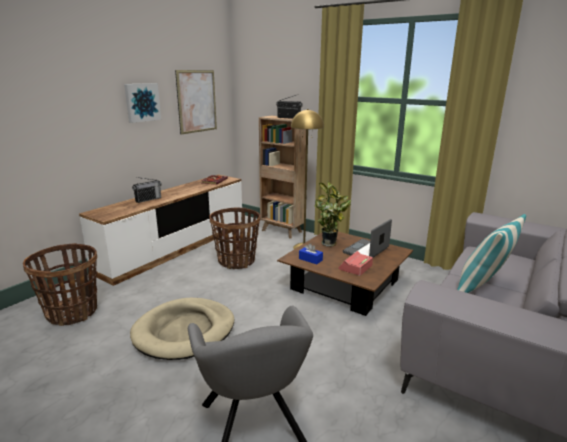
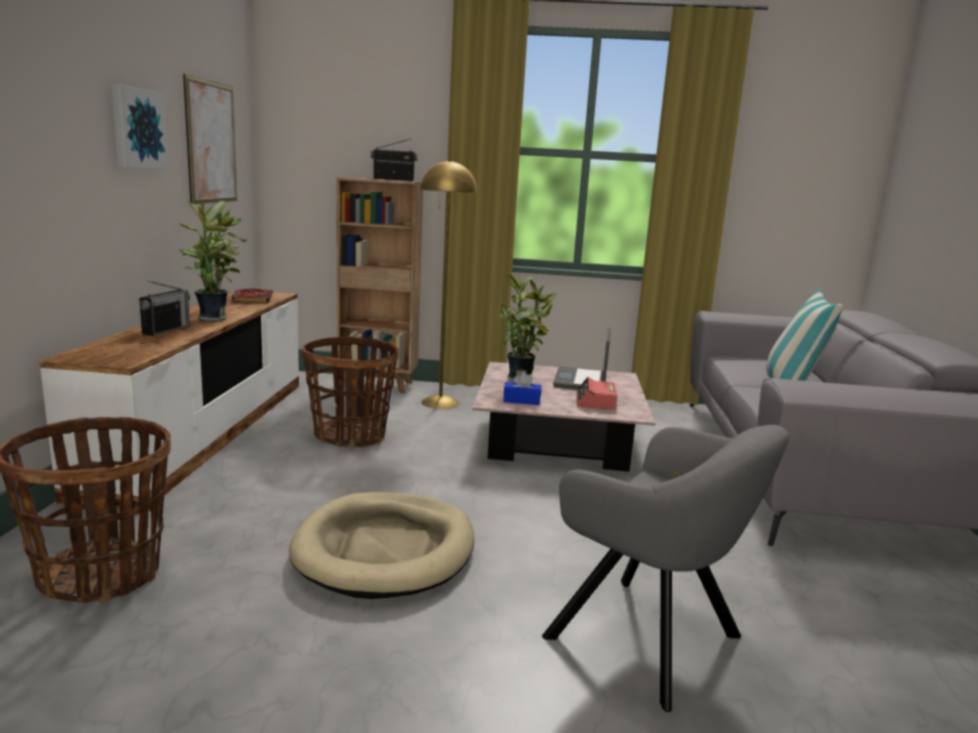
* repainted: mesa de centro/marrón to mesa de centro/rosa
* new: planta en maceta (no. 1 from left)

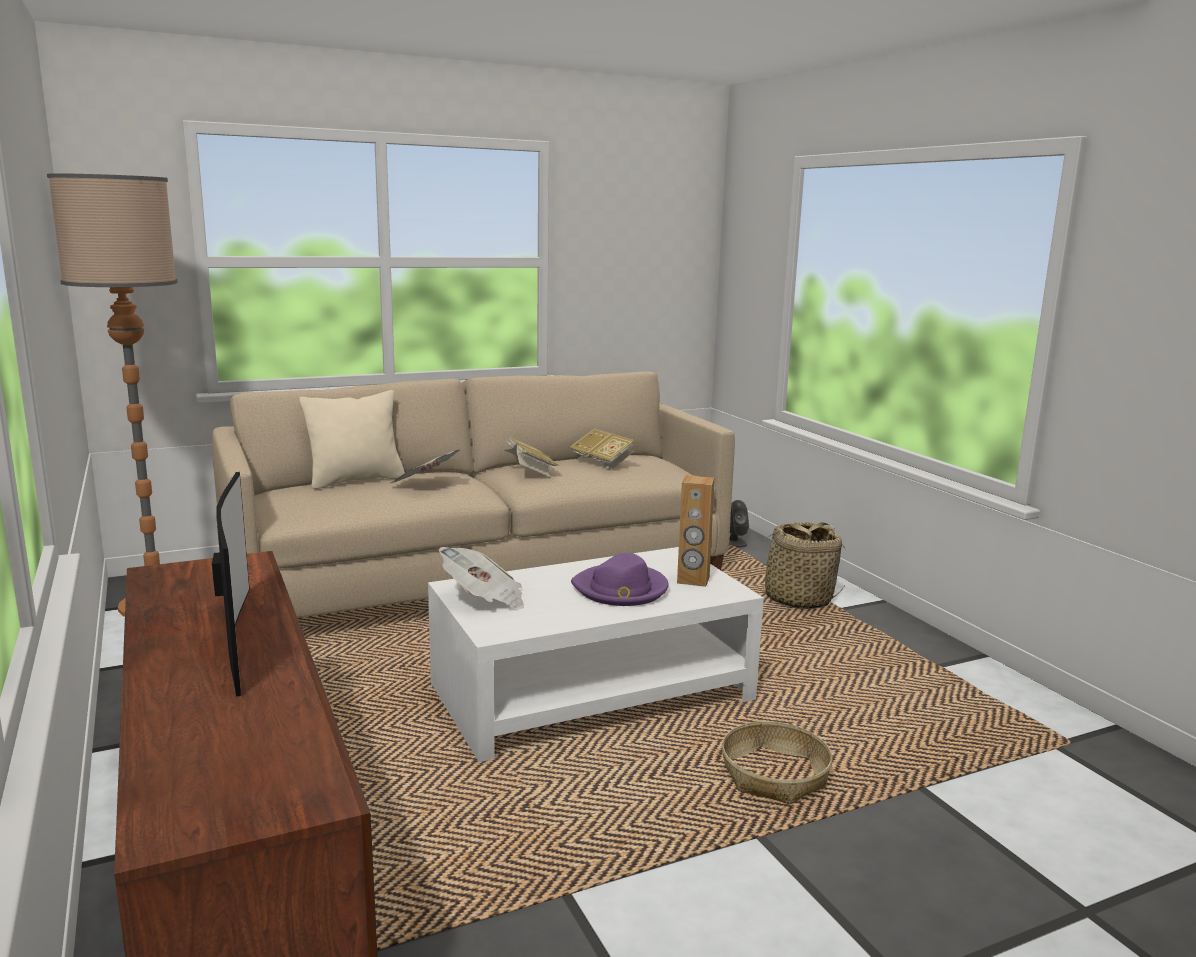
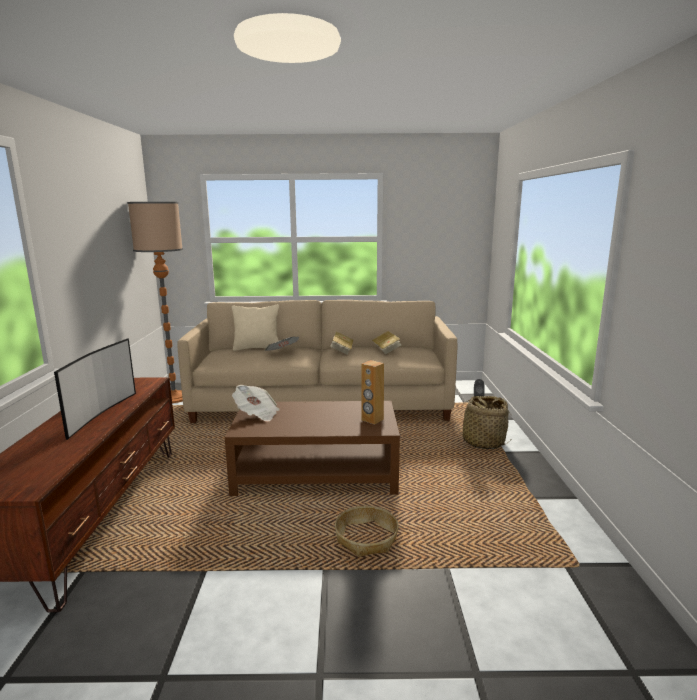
* repainted: mesa de centro/blanco to mesa de centro/marrón
* gone: sombrero/morado

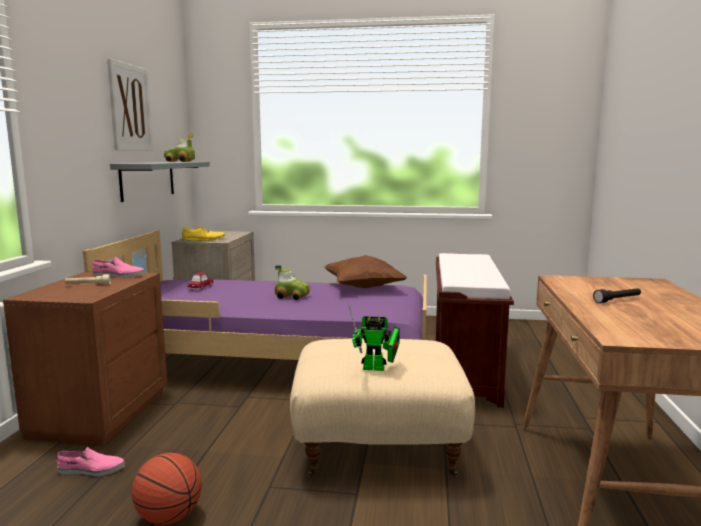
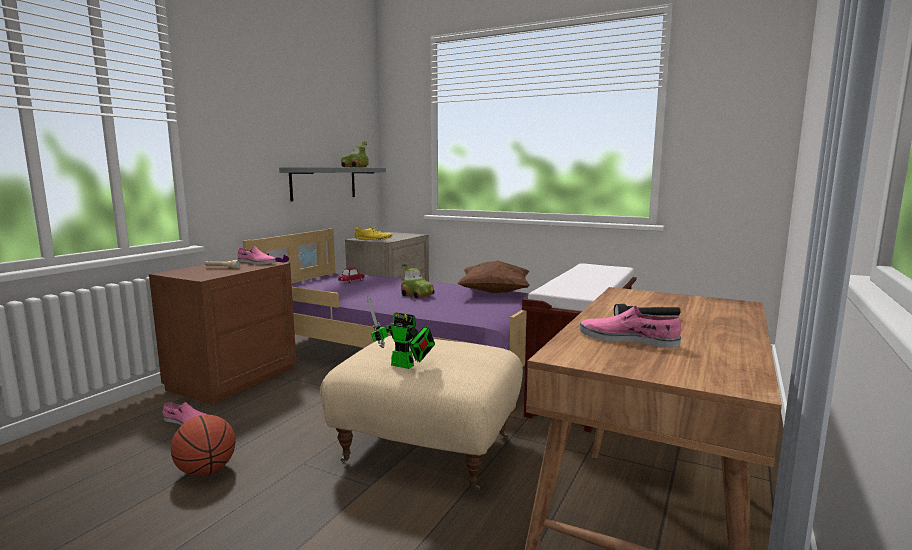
* gone: cuadro
* new: zapato/rosa (no. 3 from left)

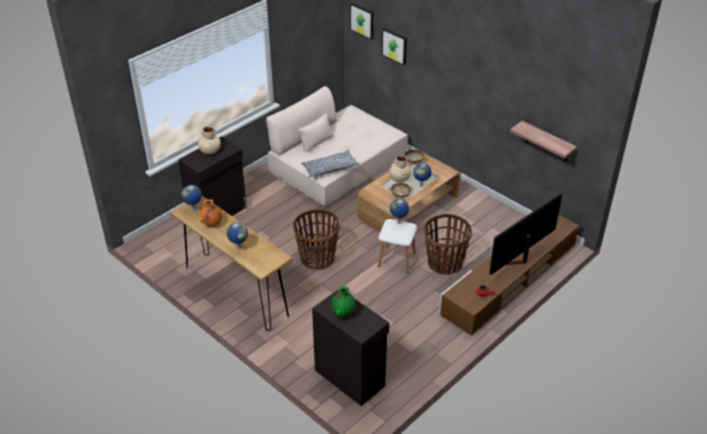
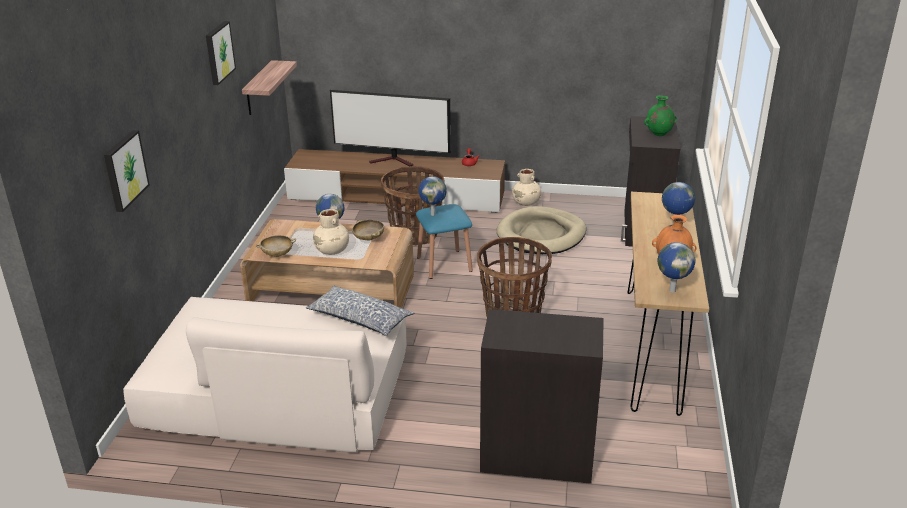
* shifted: florero/beis (no. 1 from left in the first image) to florero/beis (no. 2 from left)
* shifted: cuadro (no. 1 from left in the first image) to cuadro (no. 2 from left)
* repainted: taburete/blanco to taburete/azul
* new: cama para perro/beis

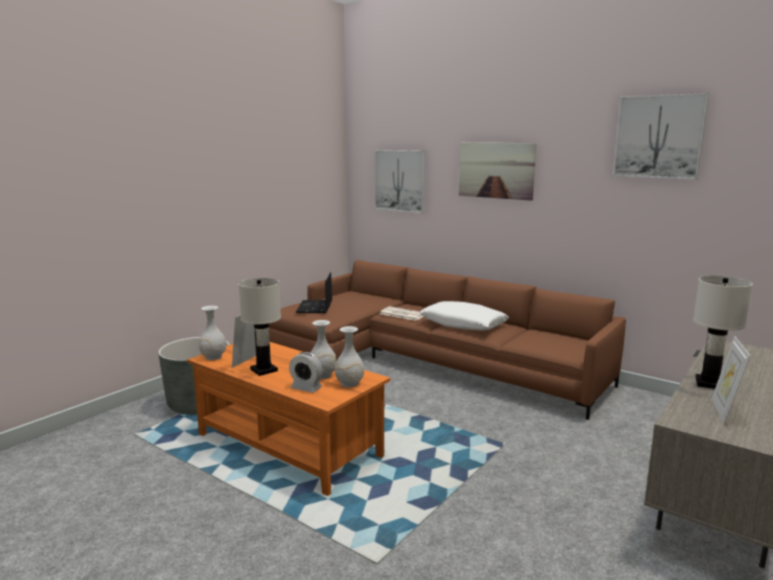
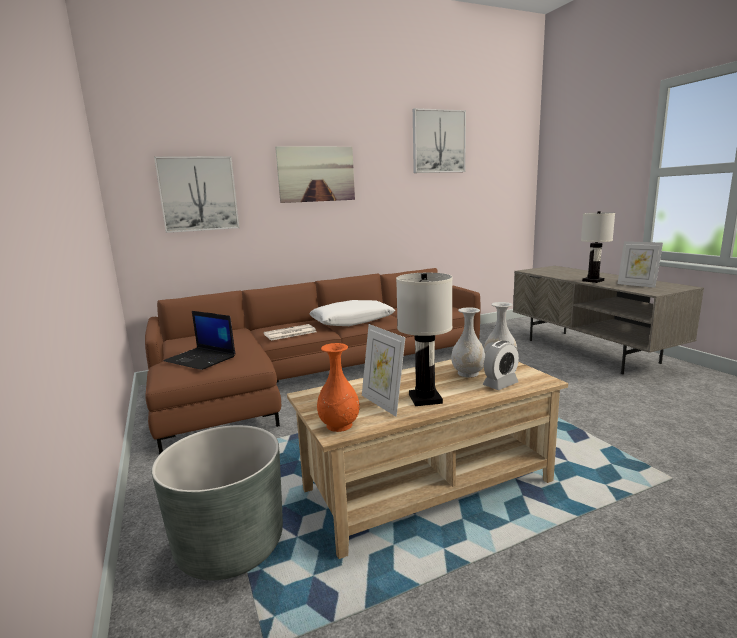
* repainted: mesa de centro/naranja to mesa de centro/beis
* repainted: florero/blanco (no. 1 from left) to florero/naranja

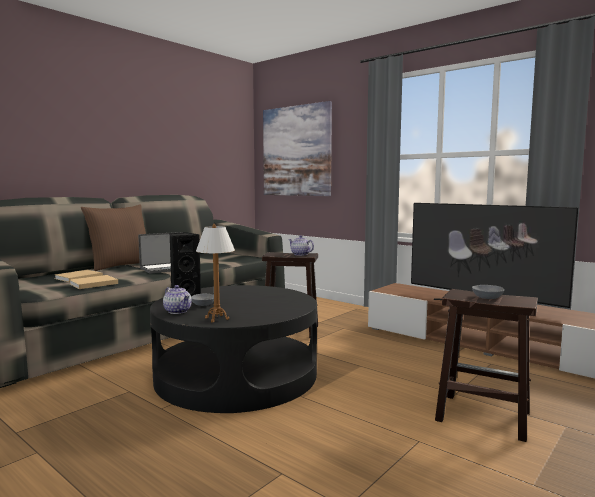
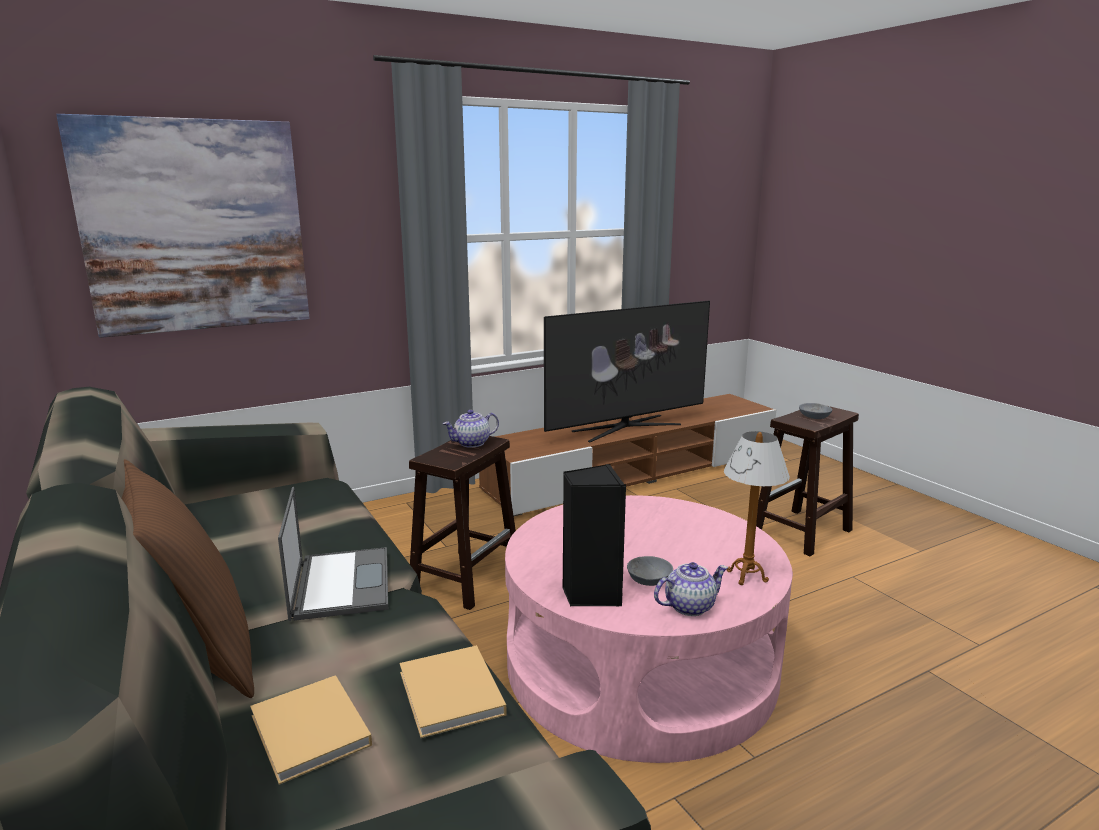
* repainted: mesa de centro/negro to mesa de centro/rosa

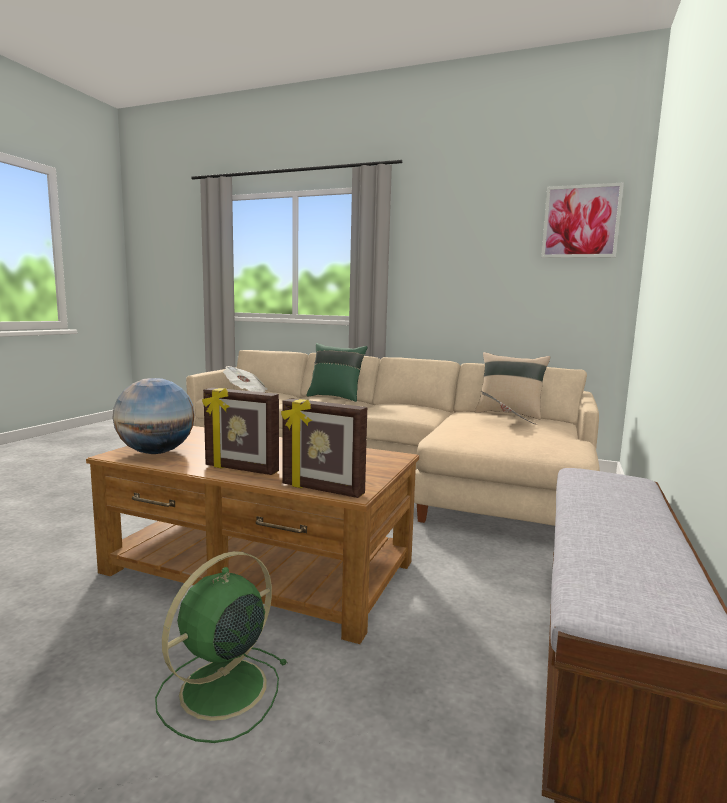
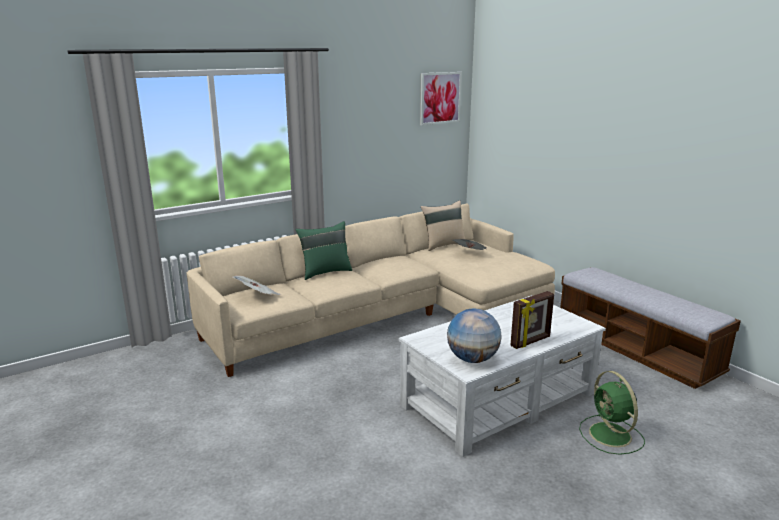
* repainted: mesa de centro/marrón to mesa de centro/blanco
* gone: portarretratos (no. 2 from left)

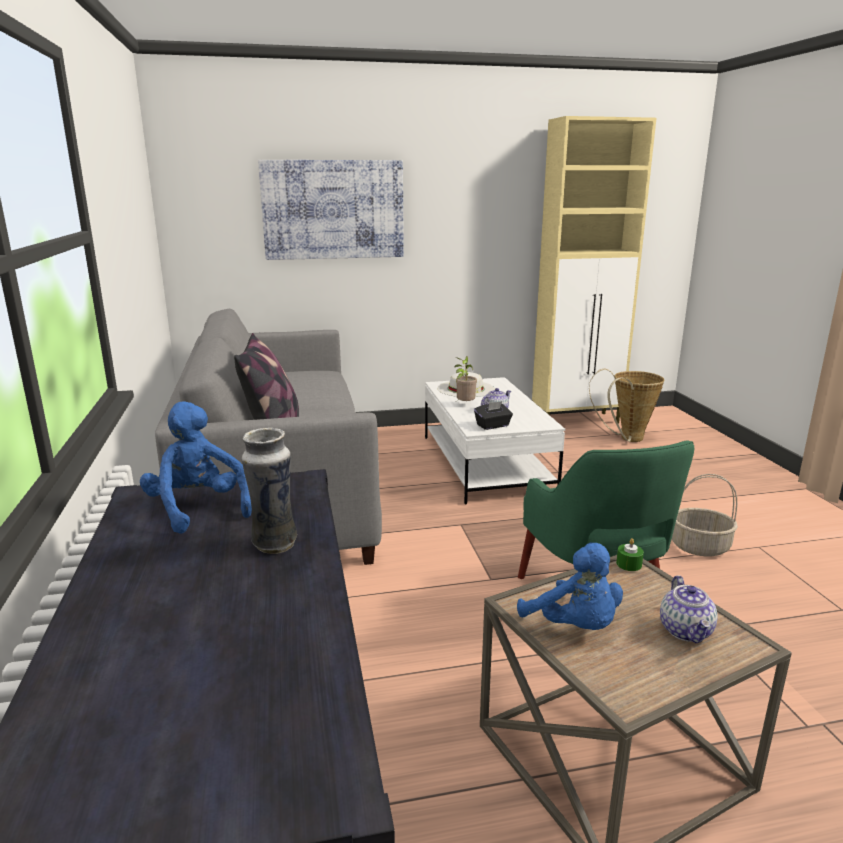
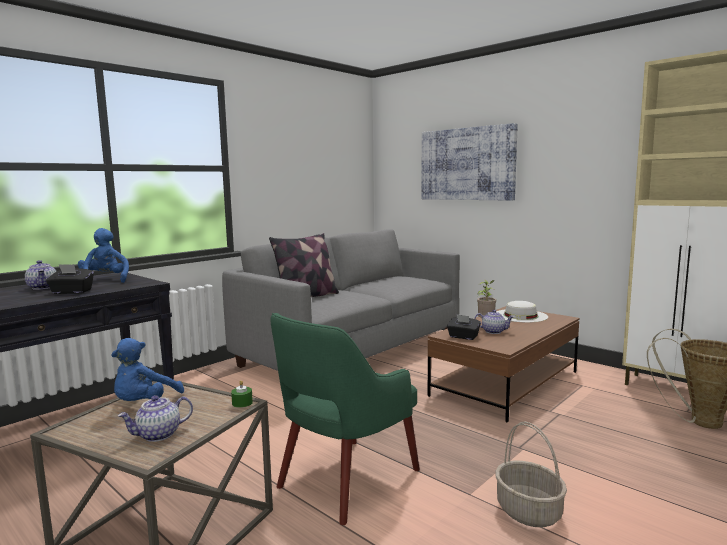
* rotated: peluche/azul (no. 1 from left) 45 degrees counterclockwise
* swapped: florero to caja de pañuelos/negro (no. 1 from left)
* repainted: mesa de centro/blanco to mesa de centro/marrón
* new: tetera (no. 1 from left)

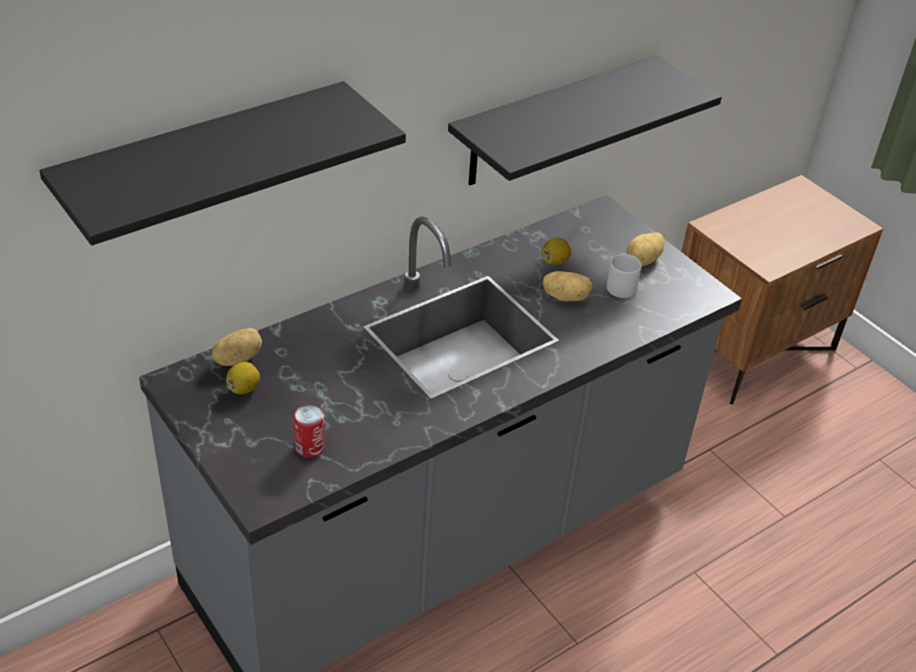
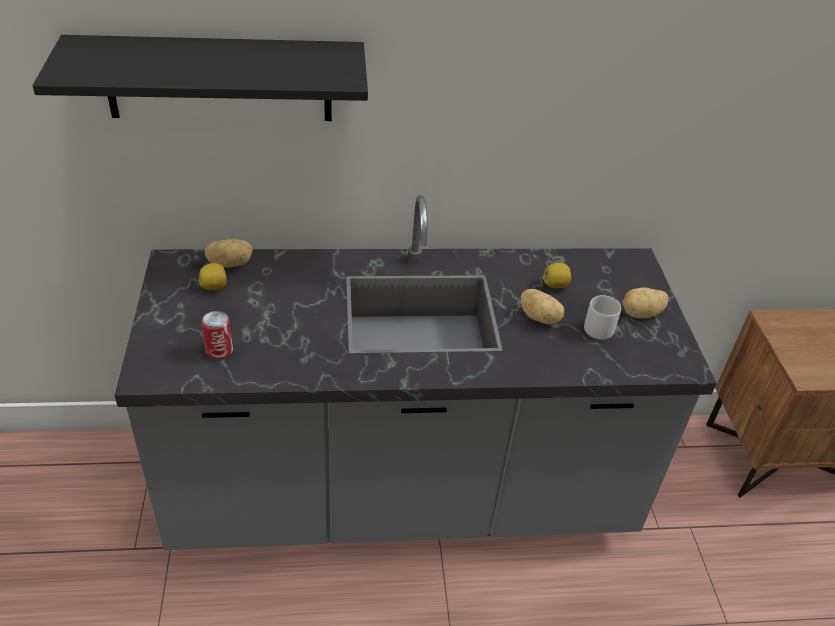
* gone: estante/negro (no. 2 from left)

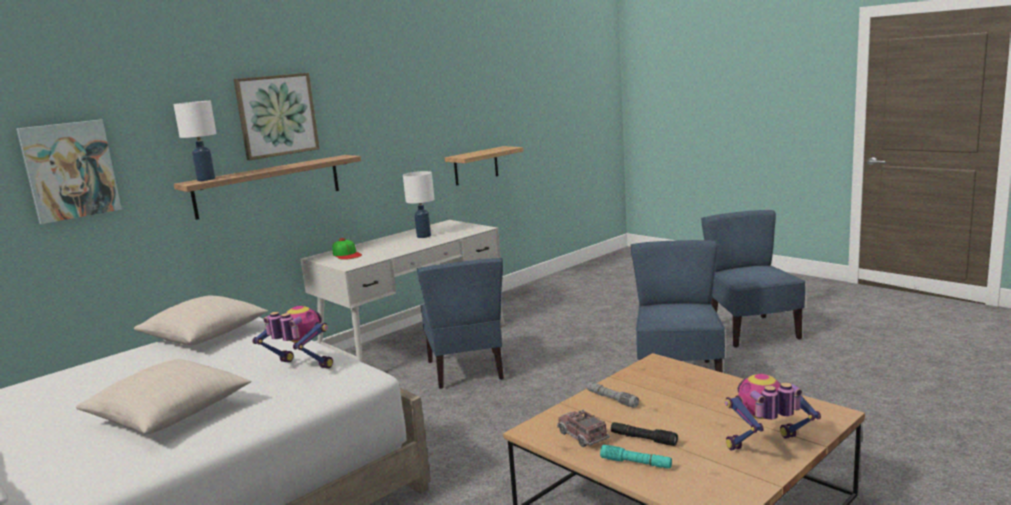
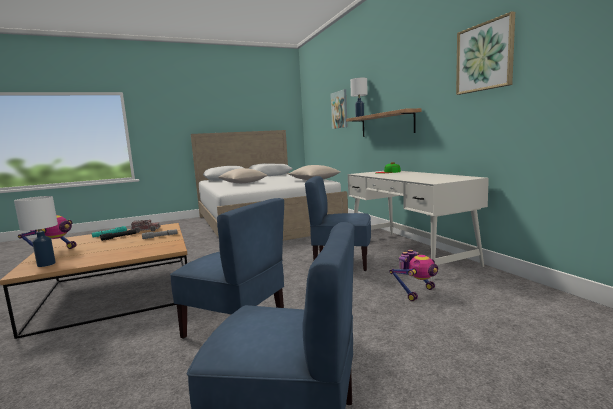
* shifted: cuadro (no. 2 from left)
* shifted: robot de juguete (no. 1 from left in the first image) to robot de juguete (no. 2 from left)
* shifted: lámpara de mesa/blanco (no. 2 from left in the first image) to lámpara de mesa/blanco (no. 1 from left)
* gone: estante (no. 2 from left)

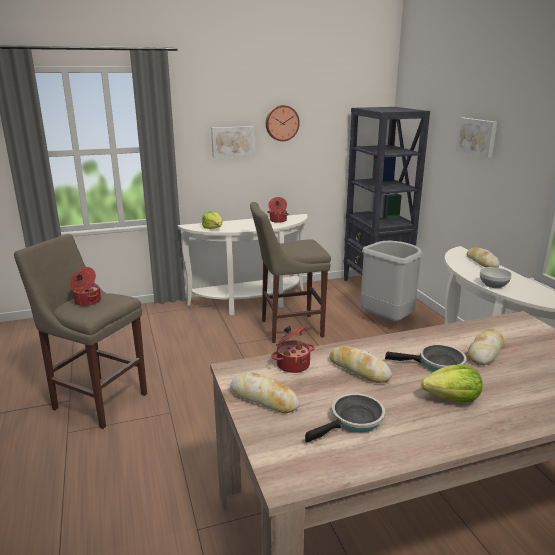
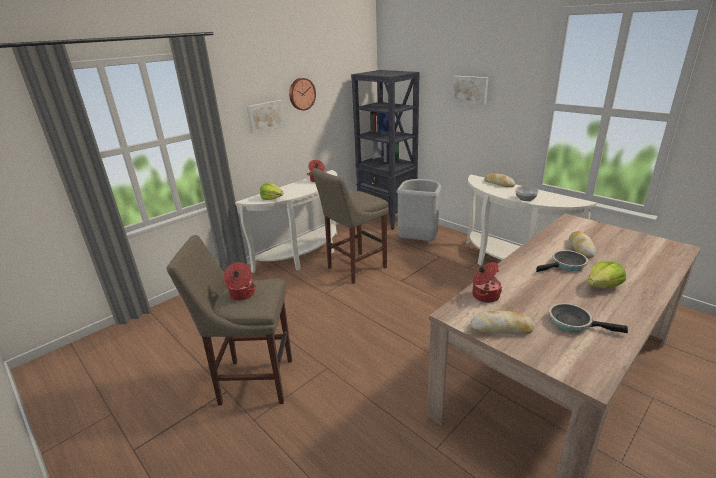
* rotated: sartén (no. 1 from left in the first image) 90 degrees counterclockwise
* gone: pan (no. 2 from left)

